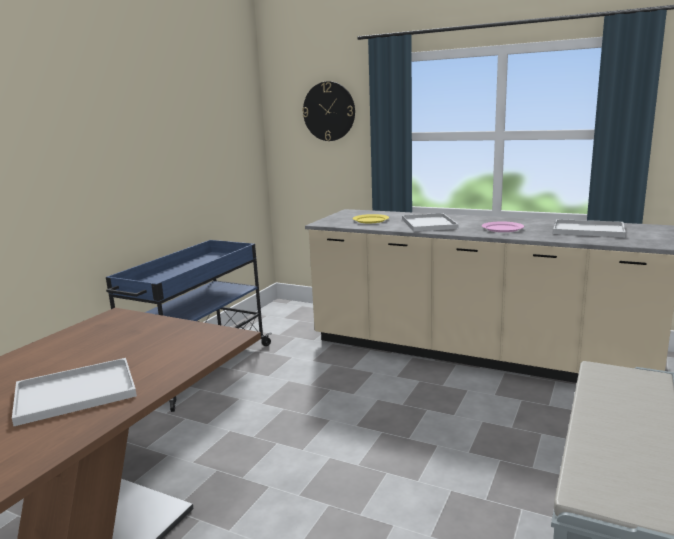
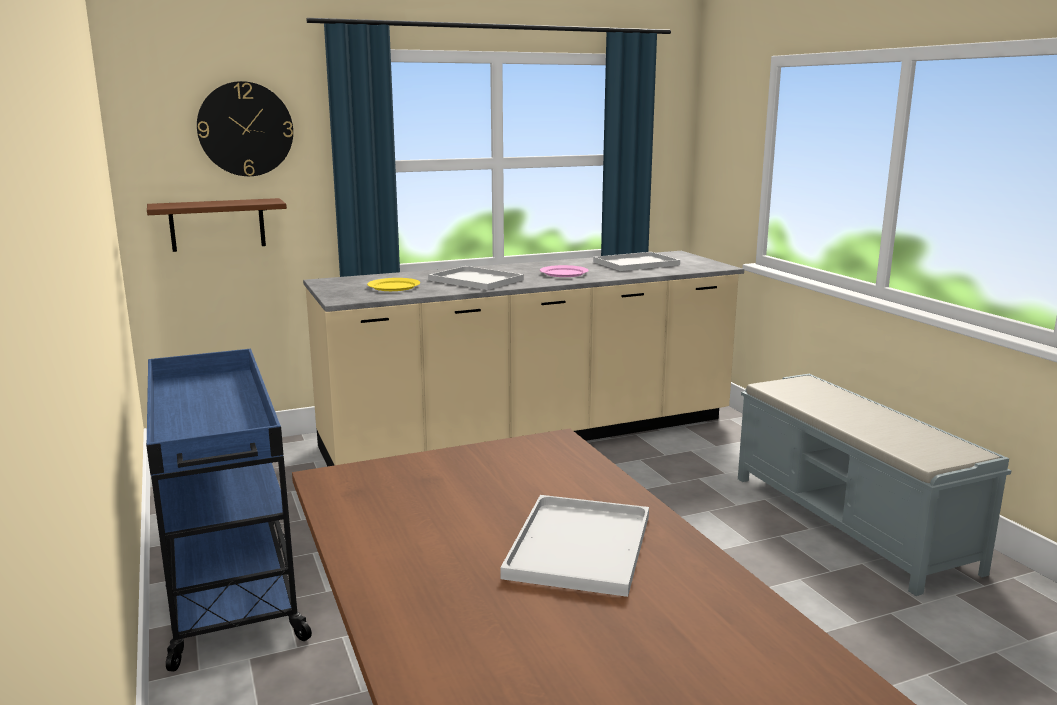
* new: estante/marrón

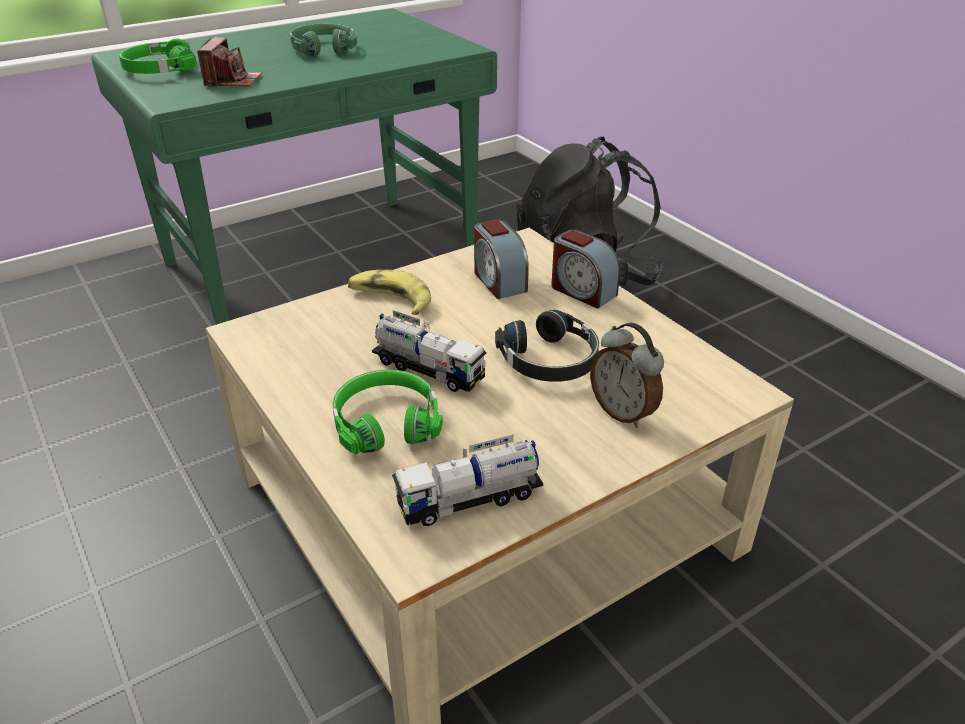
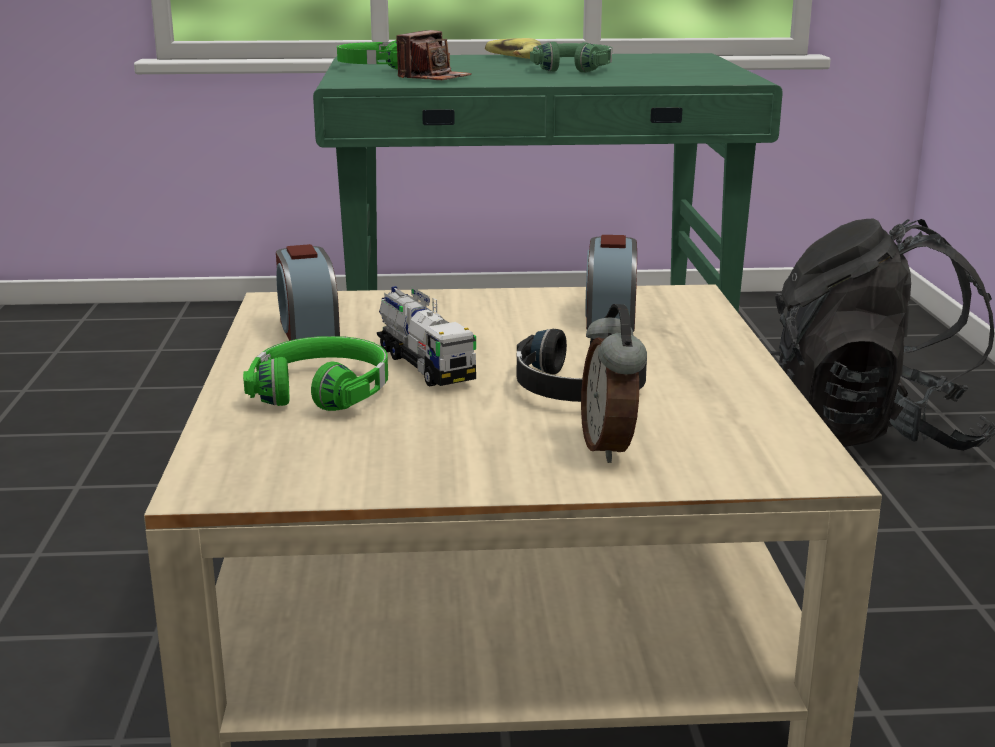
* shifted: plátano
* gone: camión de juguete (no. 2 from left)
* shifted: despertador (no. 2 from left in the first image) to despertador (no. 1 from left)

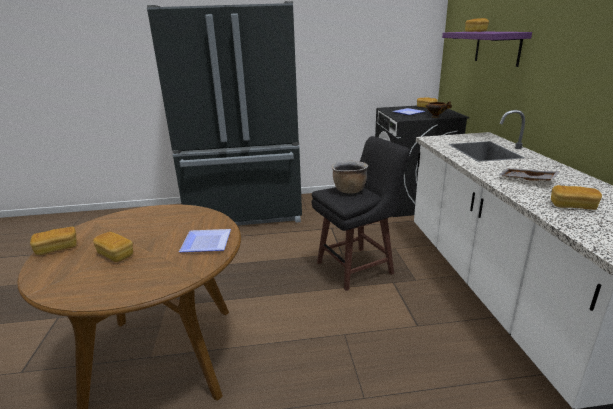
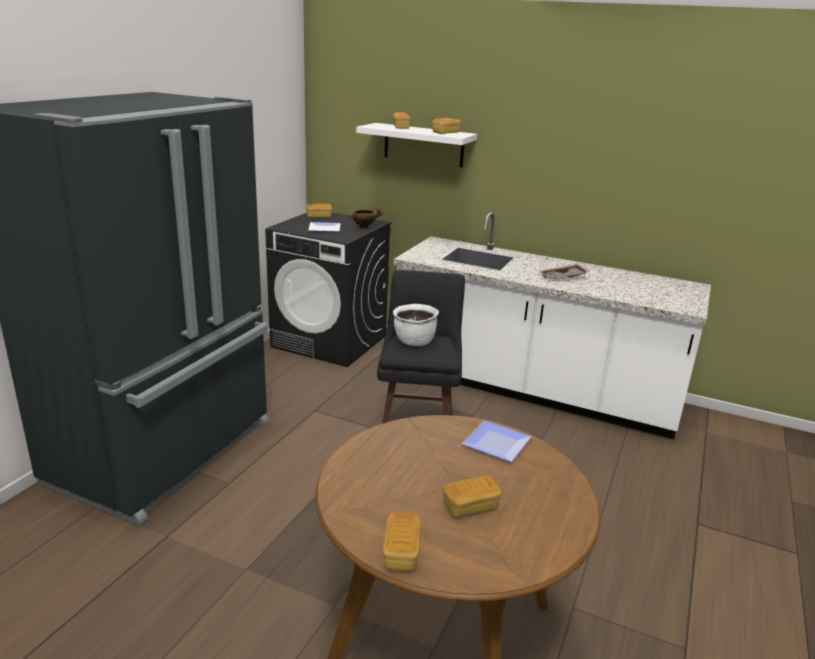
* repainted: olla/marrón to olla/blanco
* repainted: estante/morado to estante/blanco
* shifted: pan (no. 5 from left in the first image) to pan (no. 4 from left)

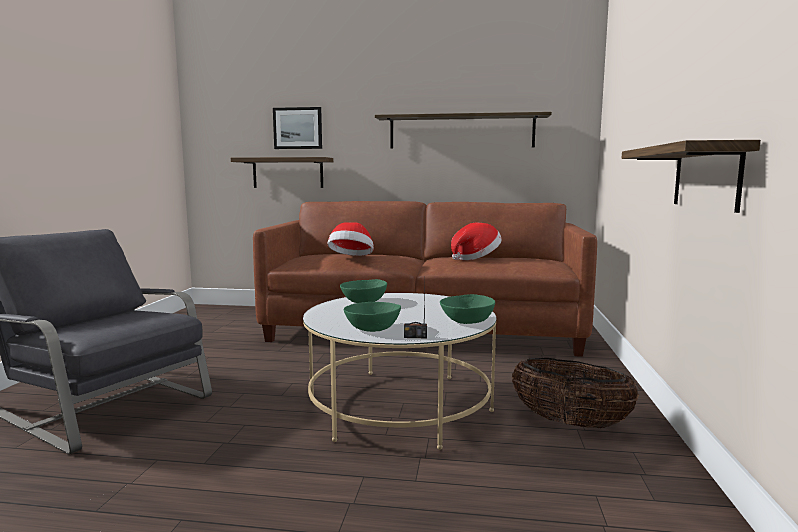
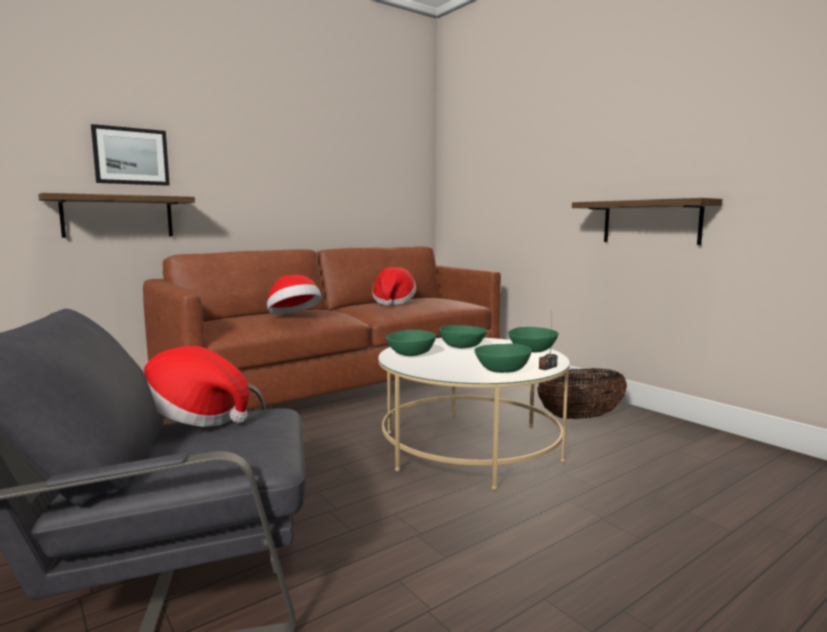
* gone: estante (no. 2 from left)
* new: sombrero (no. 1 from left)
* new: cuenco/verde (no. 2 from left)

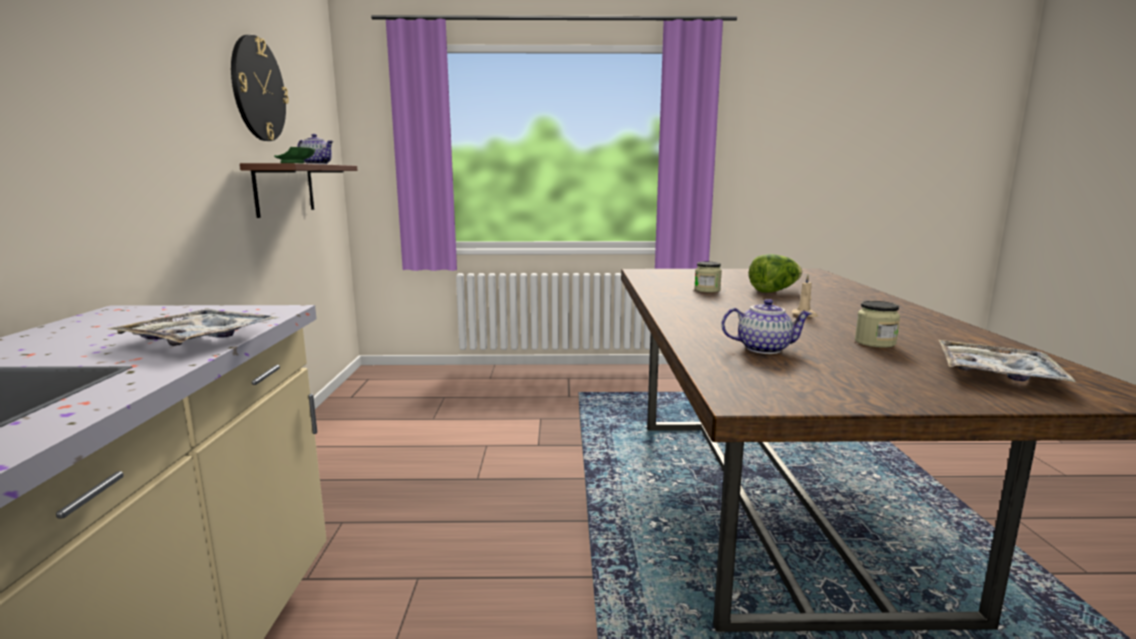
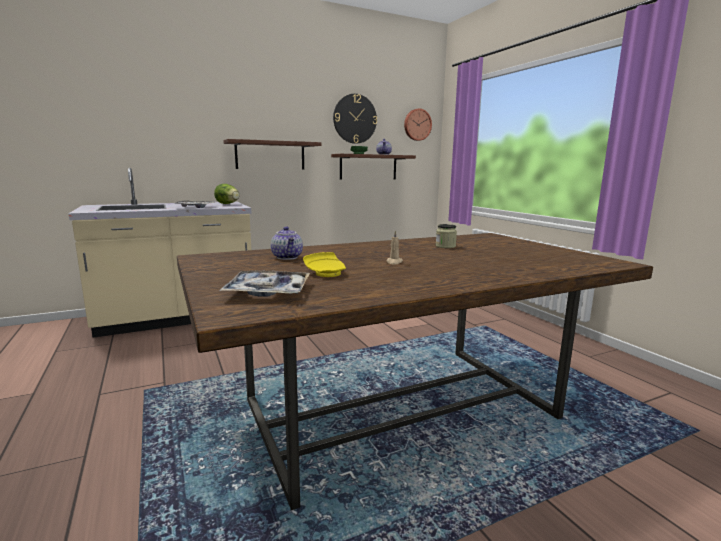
* shifted: lechuga
* swapped: tarro (no. 2 from left) to plato/amarillo
* new: estante/marrón (no. 1 from left)
* new: reloj de pared (no. 2 from left)

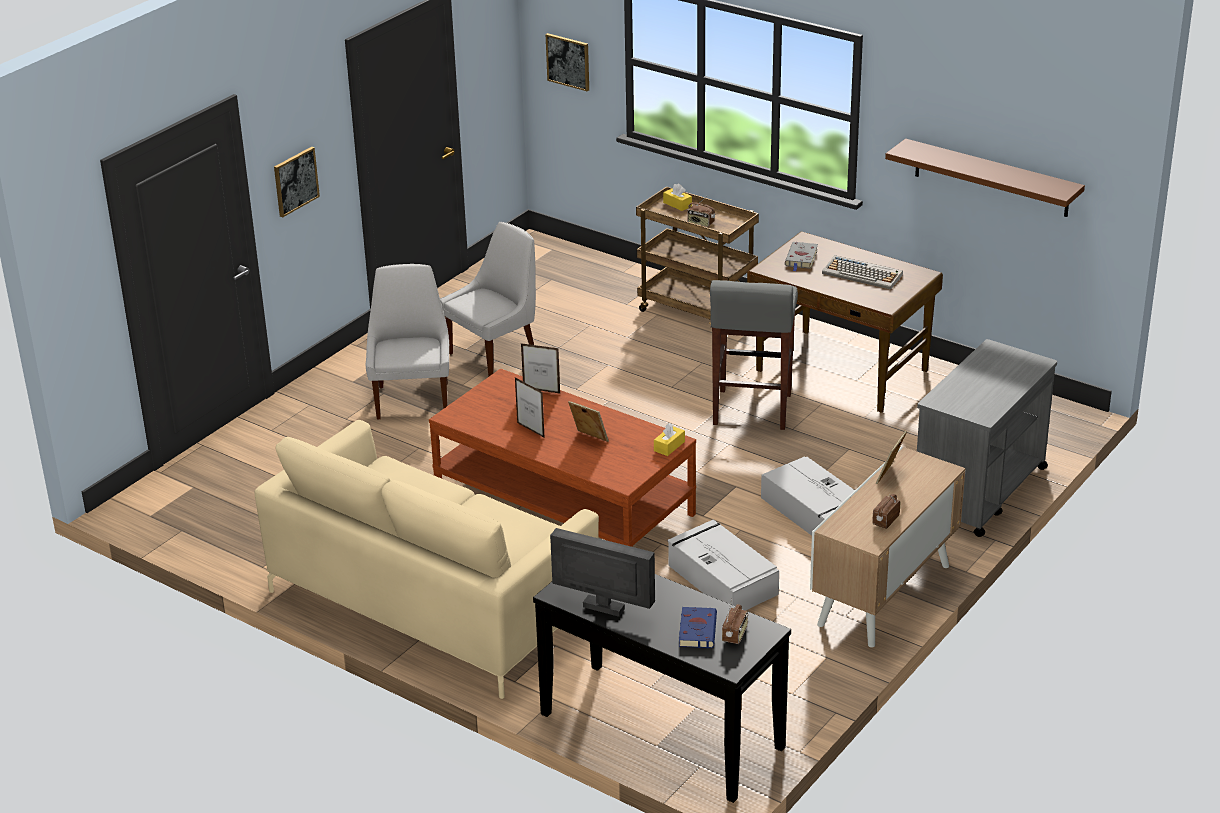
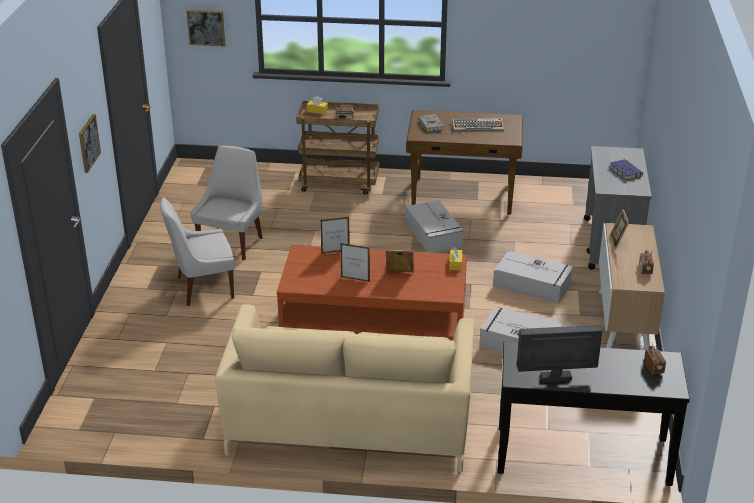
* rotated: silla/blanco (no. 1 from left) 75 degrees counterclockwise
* shifted: libro/azul
* swapped: taburete/gris to caja de almacenaje/gris (no. 1 from left)
* gone: estante/marrón

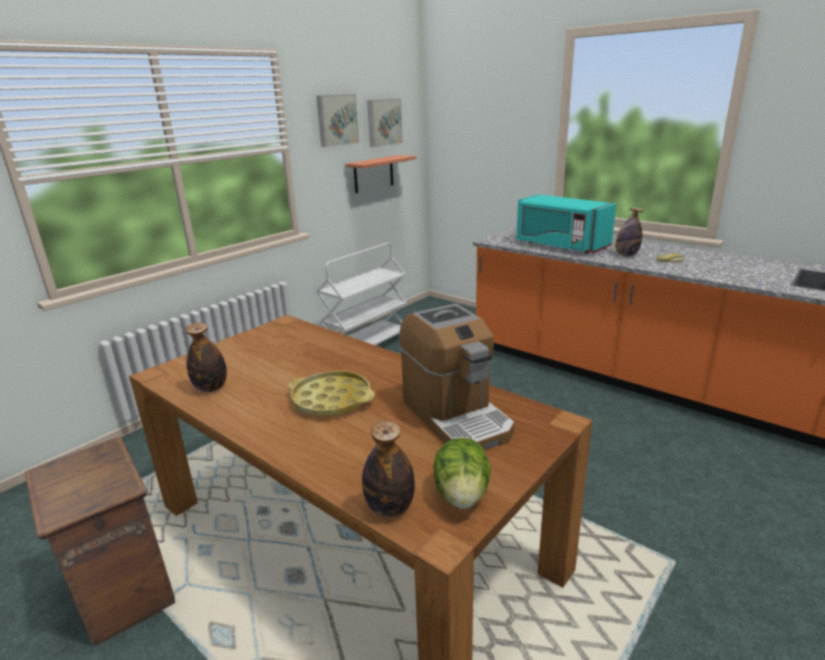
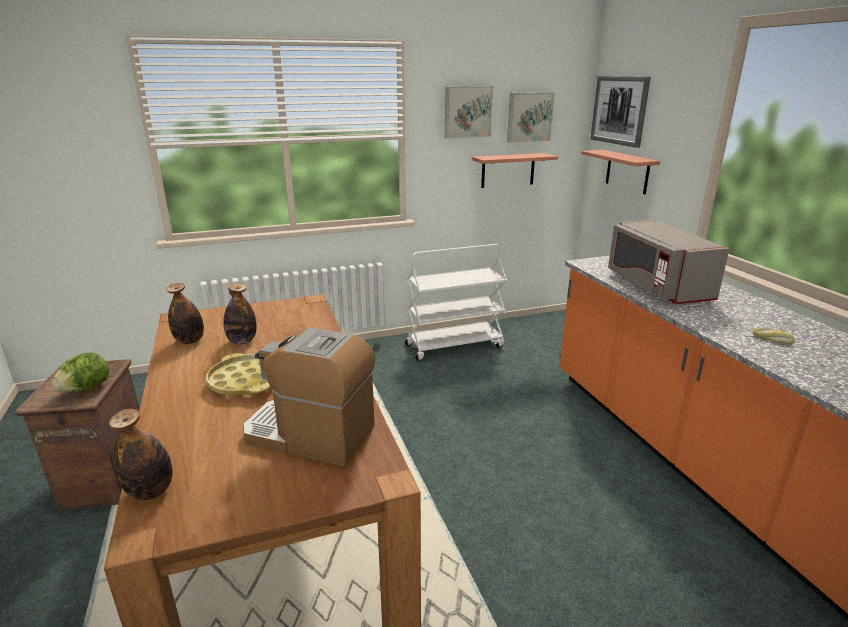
* rotated: cafetera 105 degrees clockwise
* shifted: lechuga
* repainted: microondas/turquesa to microondas/gris
* shifted: botella (no. 3 from left)
* new: estante (no. 2 from left)
* new: cuadro (no. 3 from left)

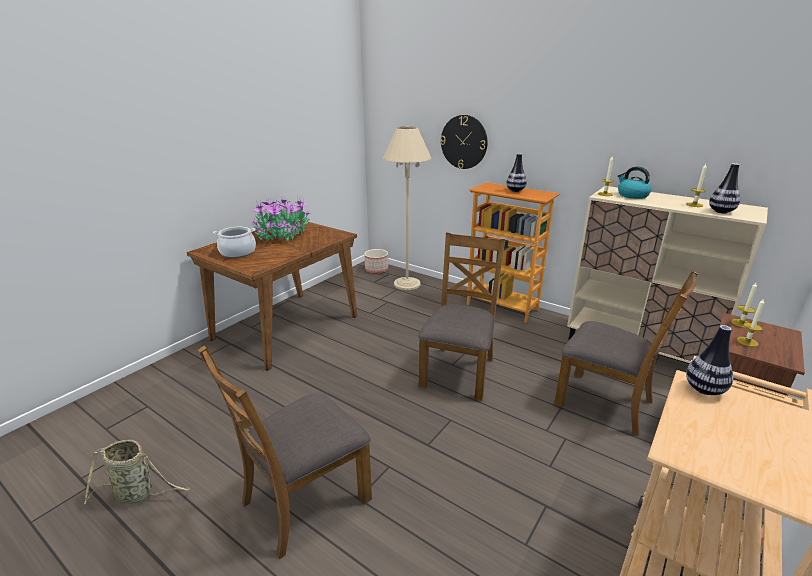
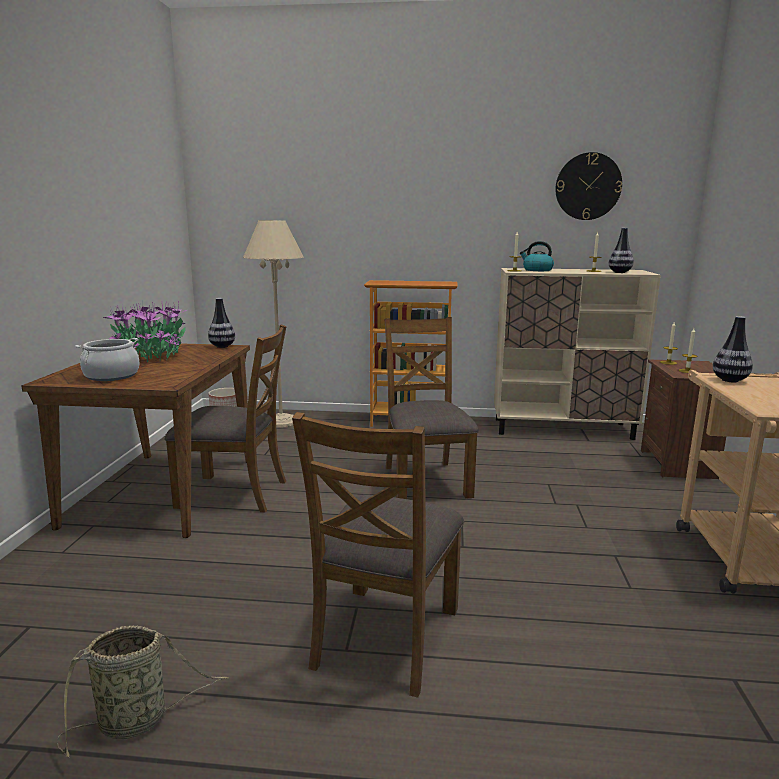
* shifted: reloj de pared
* shifted: florero (no. 1 from left)
* shifted: silla/marrón (no. 3 from left in the first image) to silla/marrón (no. 1 from left)

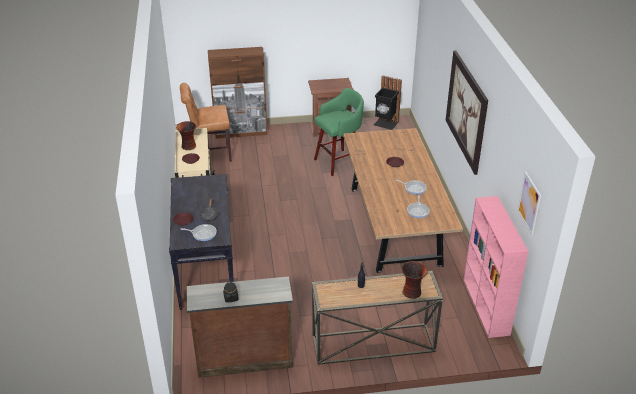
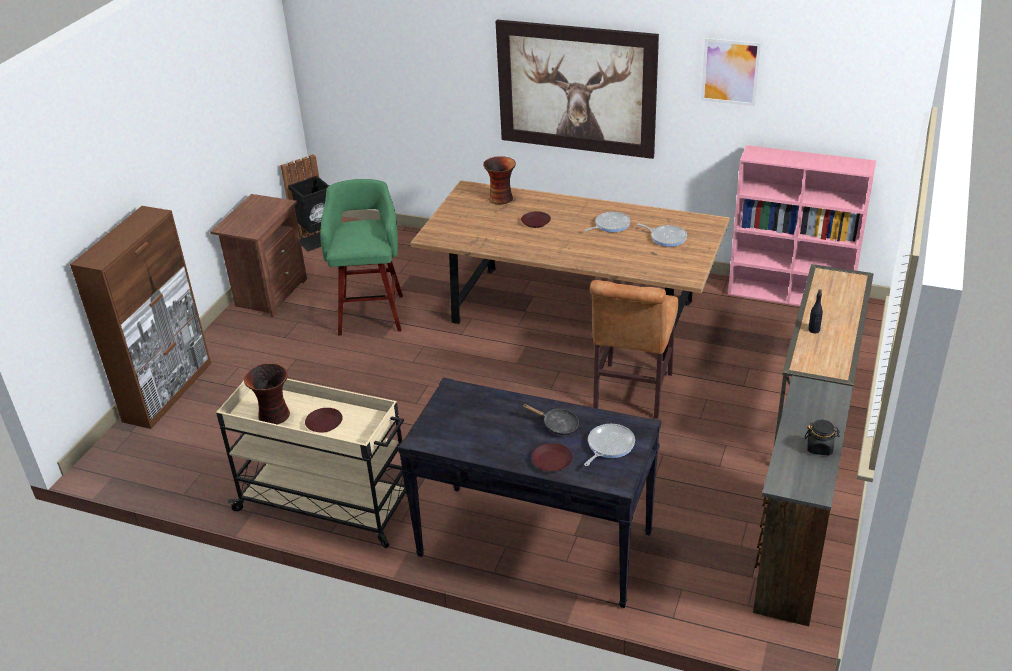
* shifted: silla/marrón
* shifted: florero (no. 2 from left)
* shifted: cuadro (no. 2 from left)

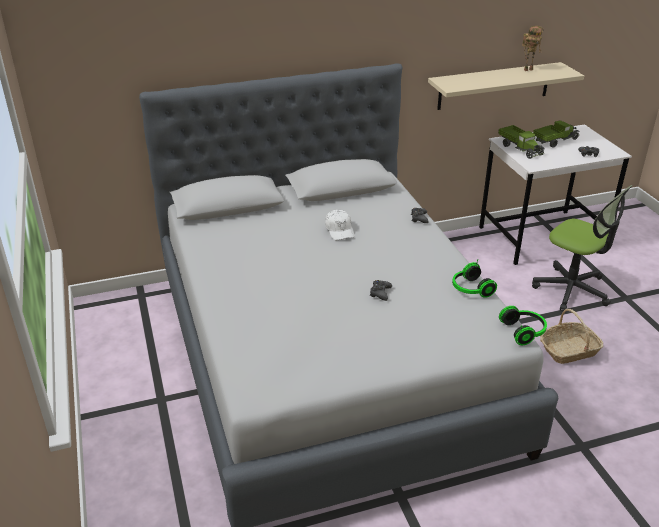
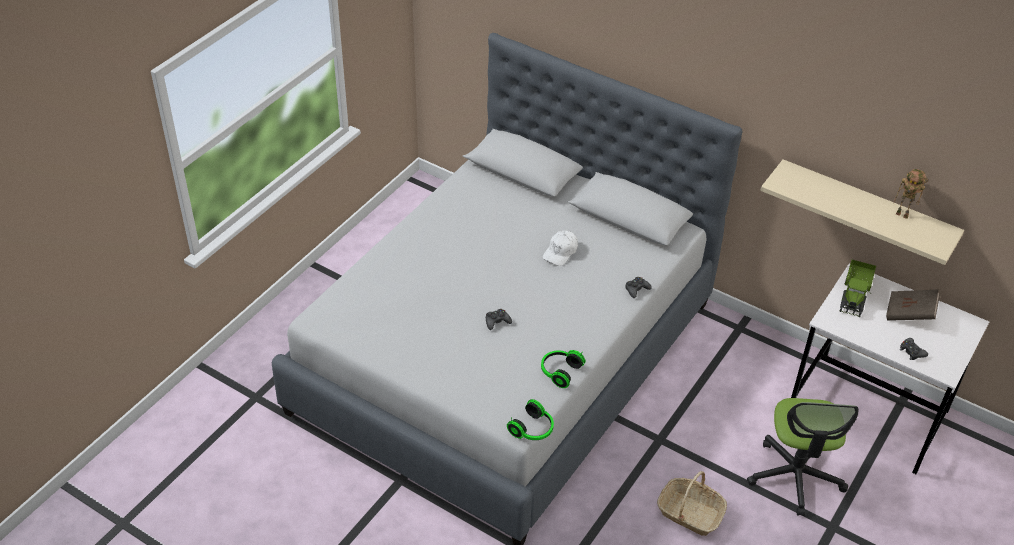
* swapped: camión de juguete (no. 2 from left) to libro/marrón

